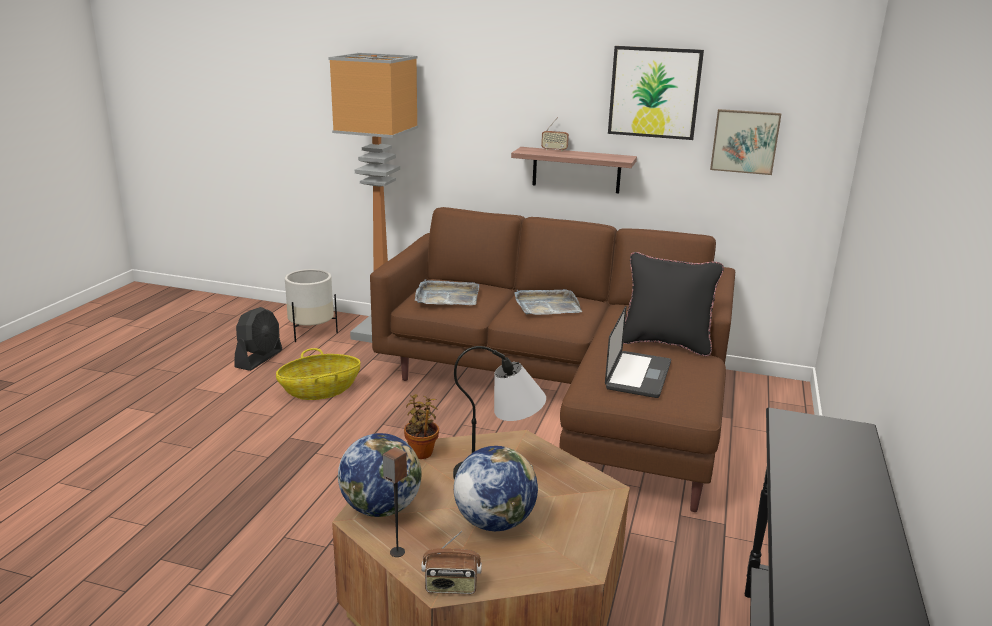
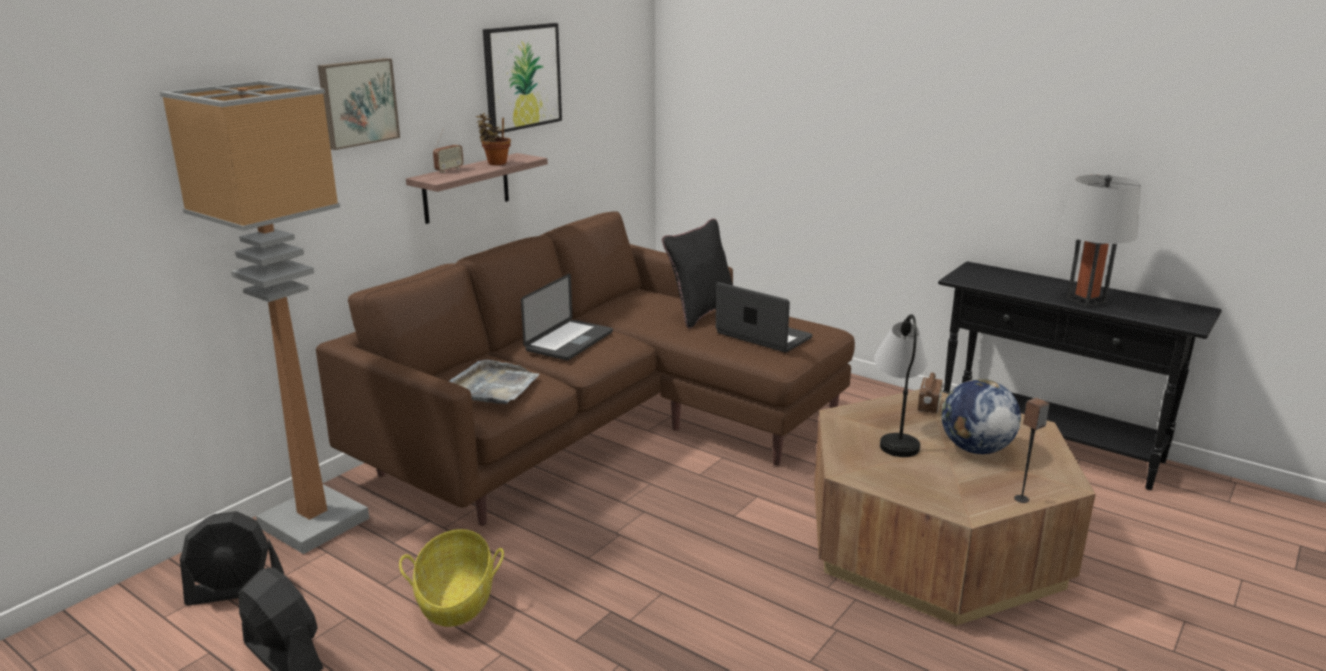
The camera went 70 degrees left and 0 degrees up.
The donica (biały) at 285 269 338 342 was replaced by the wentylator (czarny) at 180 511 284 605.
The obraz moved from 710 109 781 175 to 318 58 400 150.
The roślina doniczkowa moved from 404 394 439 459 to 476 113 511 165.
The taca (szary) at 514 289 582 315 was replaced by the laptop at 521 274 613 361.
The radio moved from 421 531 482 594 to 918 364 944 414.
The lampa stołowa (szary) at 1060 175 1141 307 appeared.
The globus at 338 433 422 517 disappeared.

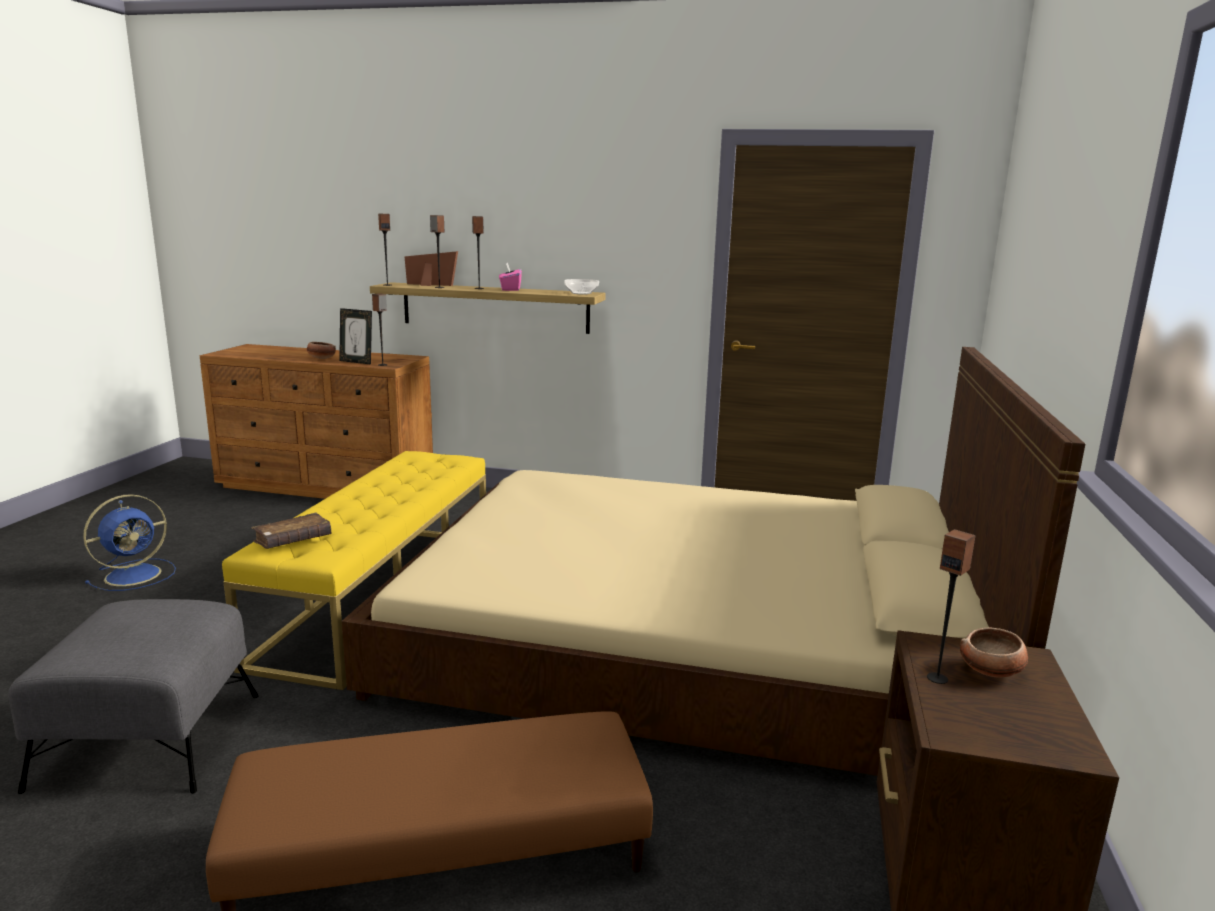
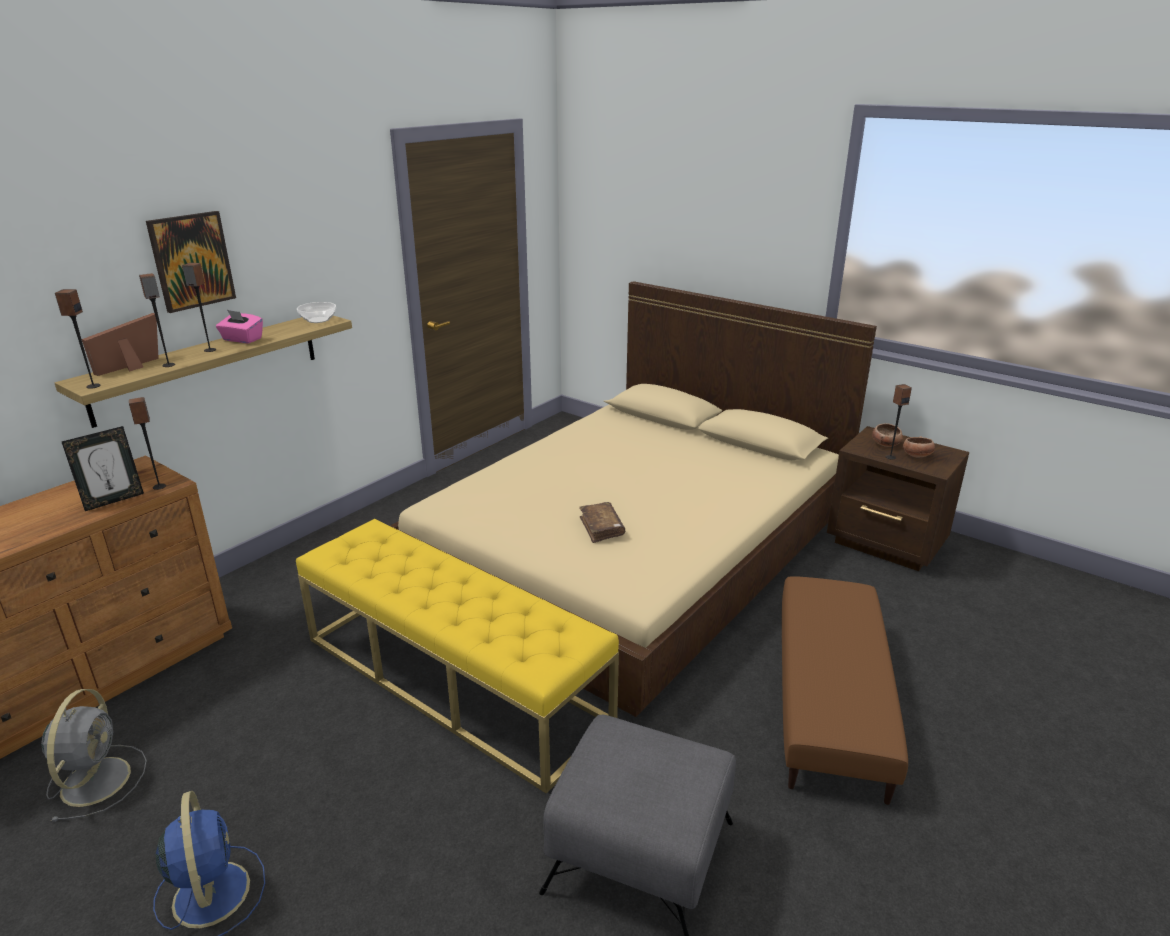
The camera went 65 degrees left and 10 degrees up.
The wentylator (szary) at 41 689 147 822 appeared.
The obraz at 146 211 236 313 appeared.
The książka (brązowy) moved from 252 512 332 549 to 579 502 625 543.
The miska moved from 307 342 336 359 to 903 436 935 458.

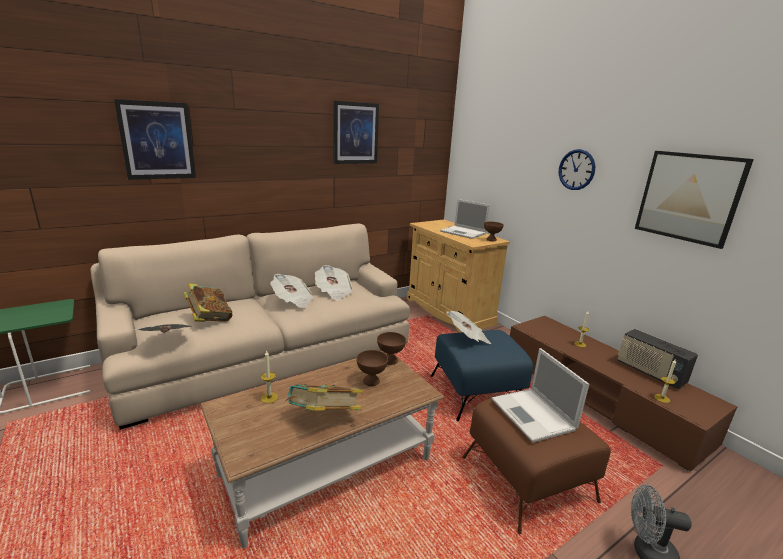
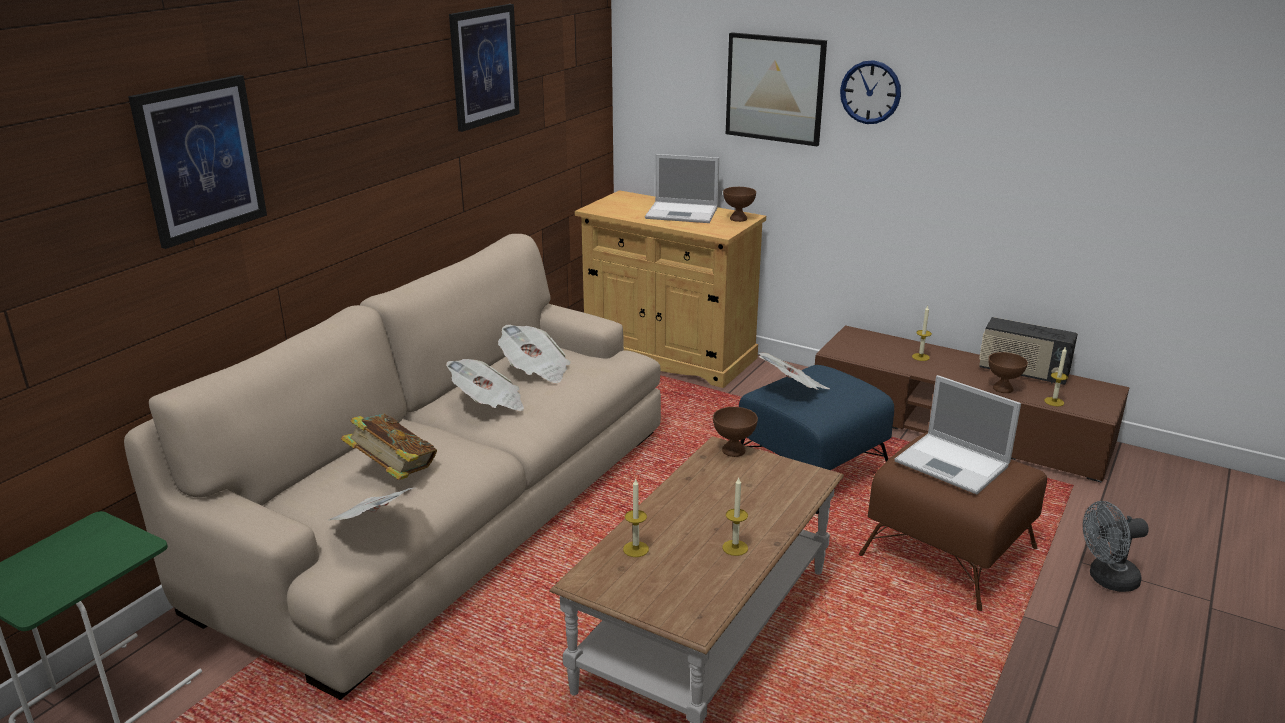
The camera went 25 degrees left and 5 degrees up.
The książka at 286 384 363 411 was replaced by the świeca at 722 478 748 556.
The obraz moved from 635 151 754 249 to 726 32 827 146.
The miska (brązowy) moved from 356 350 388 386 to 988 352 1028 393.

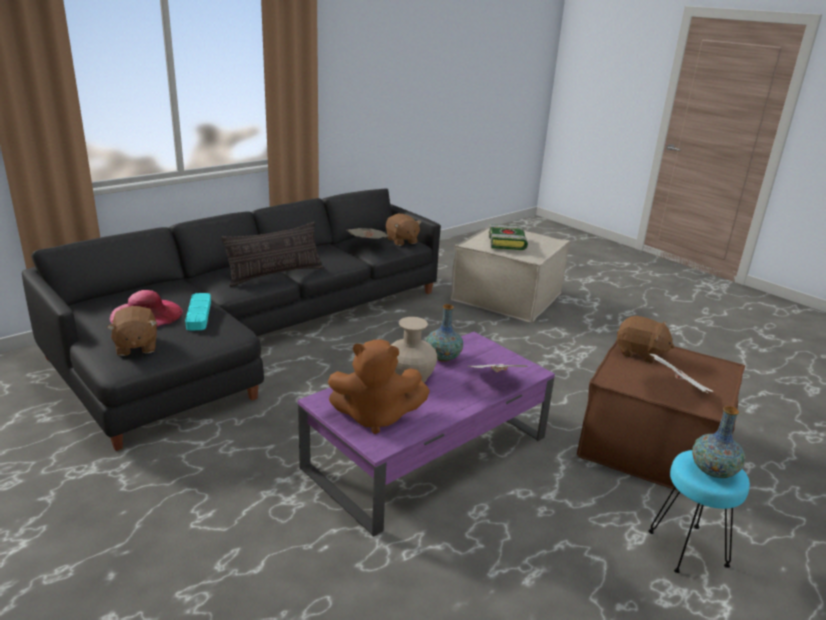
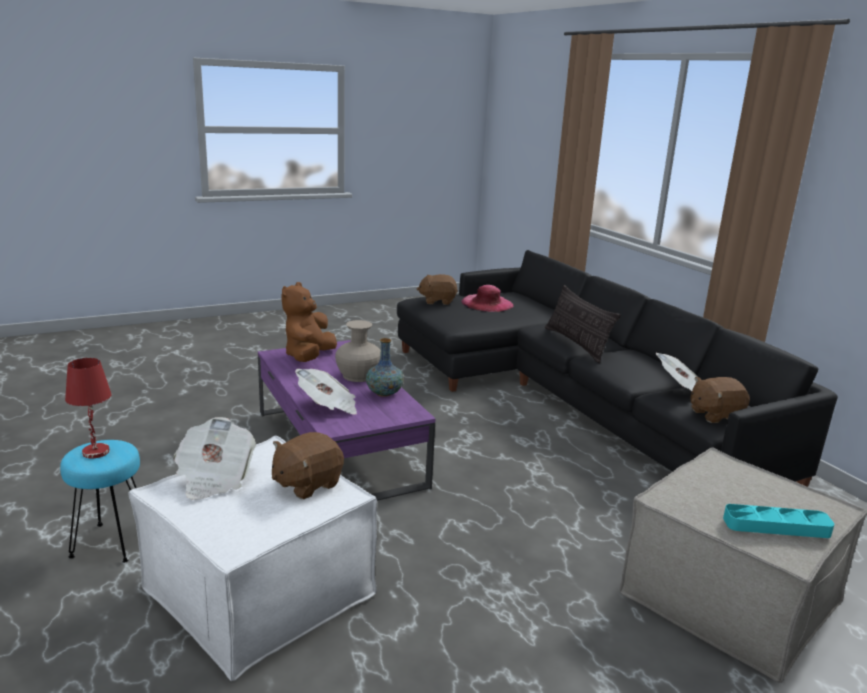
The camera went 105 degrees right and 5 degrees down.
The wazon at 692 406 745 478 was replaced by the lampa stołowa (czerwony) at 65 358 112 458.
The pufa (brązowy) at 577 340 745 491 became the pufa (biały) at 129 436 377 681.
The taca (turkusowy) moved from 185 293 211 331 to 723 504 834 538.
The książka at 489 224 528 250 disappeared.

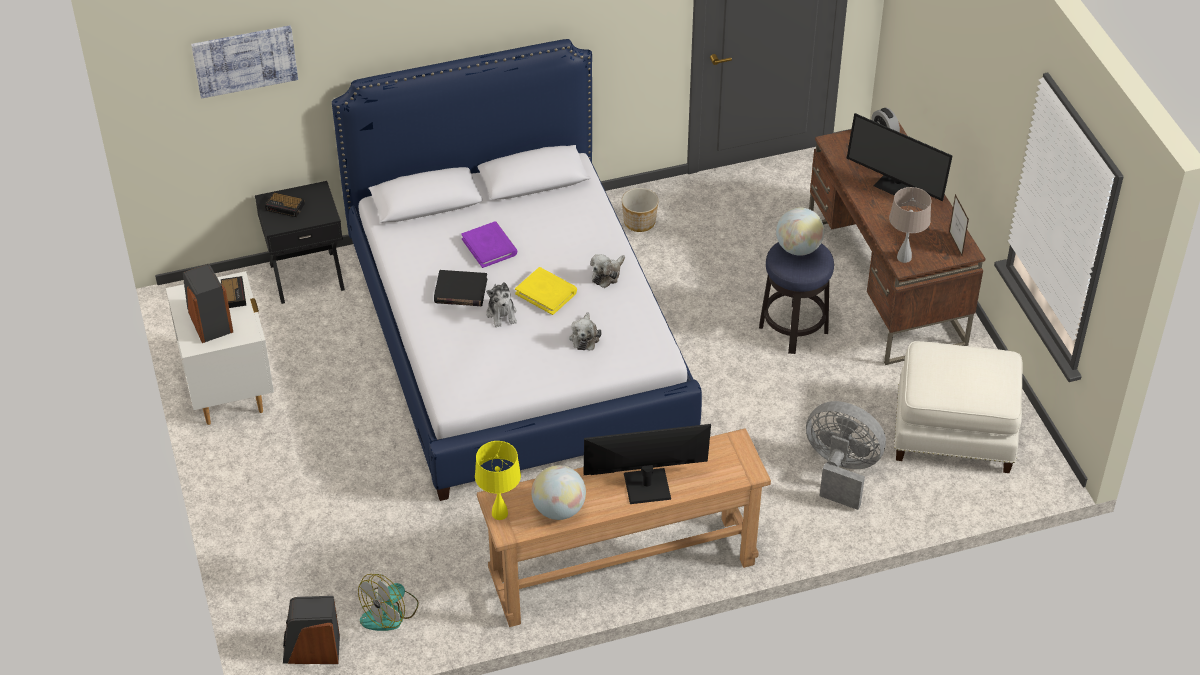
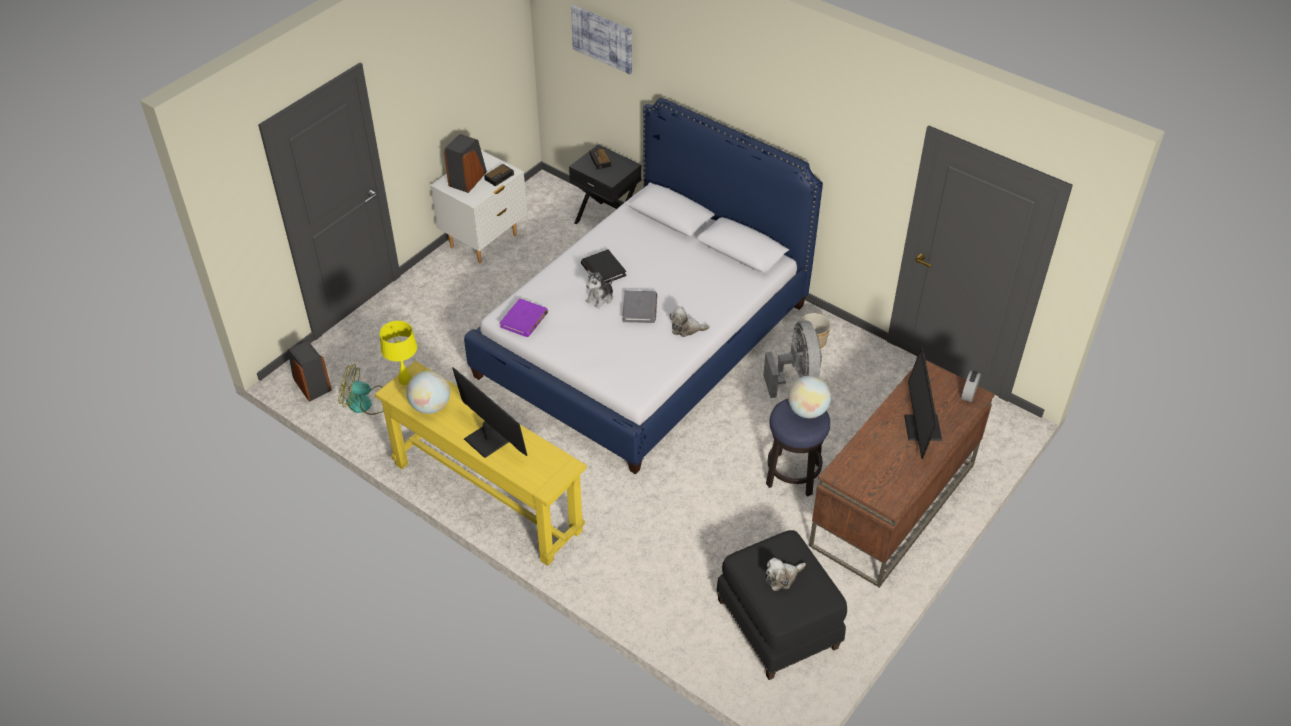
The camera went 55 degrees right and 0 degrees up.
The stolik konsolowy (brązowy) at 477 428 771 627 became the stolik konsolowy (żółty) at 375 361 587 566.
The książka (fioletowy) moved from 461 221 517 268 to 500 299 548 337.
The książka (żółty) at 515 267 577 315 became the książka (szary) at 622 290 657 323.
The pufa (biały) at 894 341 1023 473 became the pufa (czarny) at 716 530 847 680.
The wentylator (szary) moved from 806 401 886 510 to 763 321 822 398.
The pluszak moved from 569 312 602 350 to 766 558 806 591.
The lampa stołowa (beżowy) at 889 187 931 263 disappeared.
The ramka na zdjęcie at 949 194 969 256 disappeared.

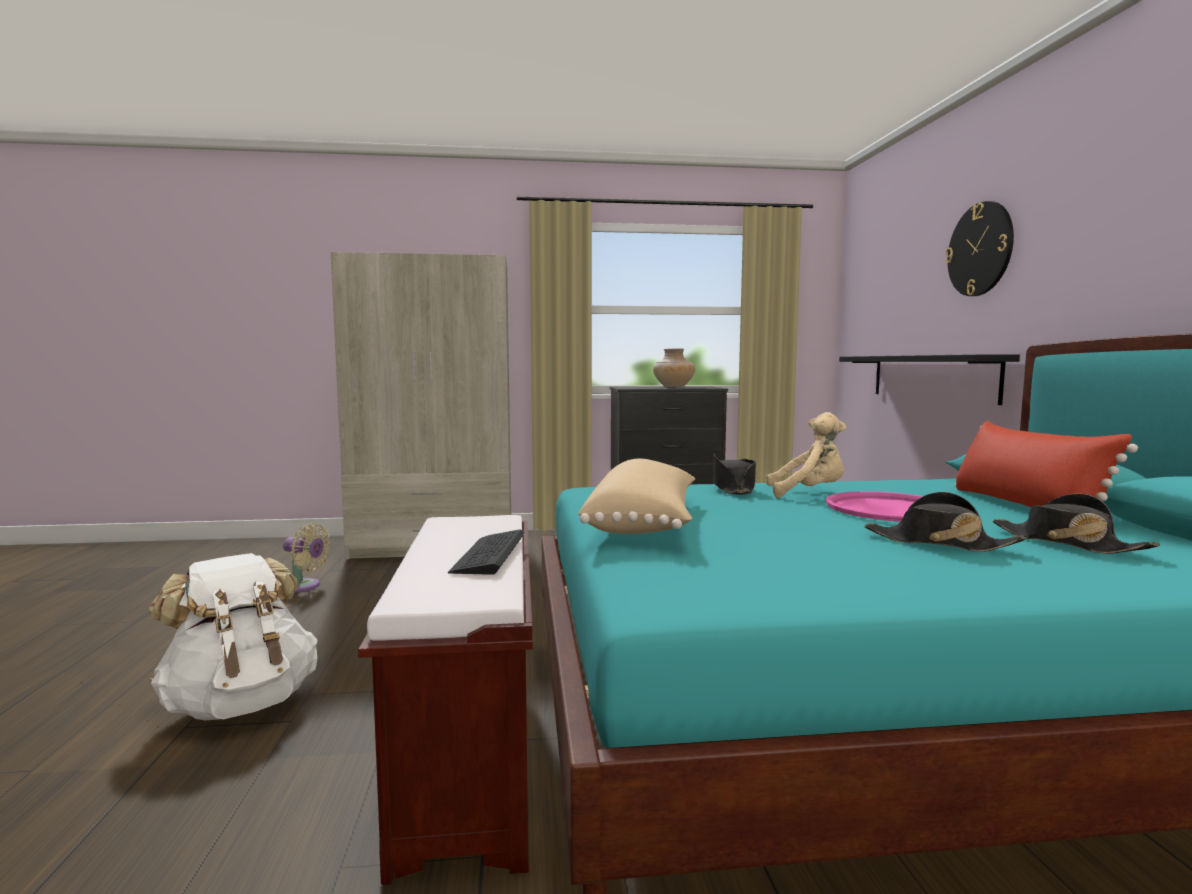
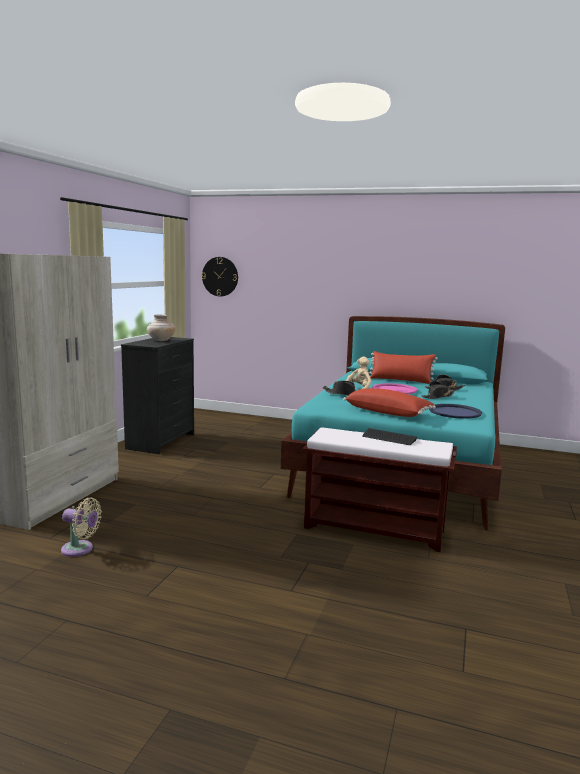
The camera went 65 degrees left and 5 degrees up.
The wentylator (beżowy) at 283 523 331 592 turned 60 degrees clockwise.
The zegar ścienny moved from 945 201 1014 296 to 202 257 238 297.
The poduszka (beżowy) at 578 459 696 534 became the poduszka (czerwony) at 343 388 436 417.
The taca (niebieski) at 429 404 482 419 appeared.
The plecak (biały) at 150 553 318 720 disappeared.
The półka (czarny) at 839 354 1020 405 disappeared.

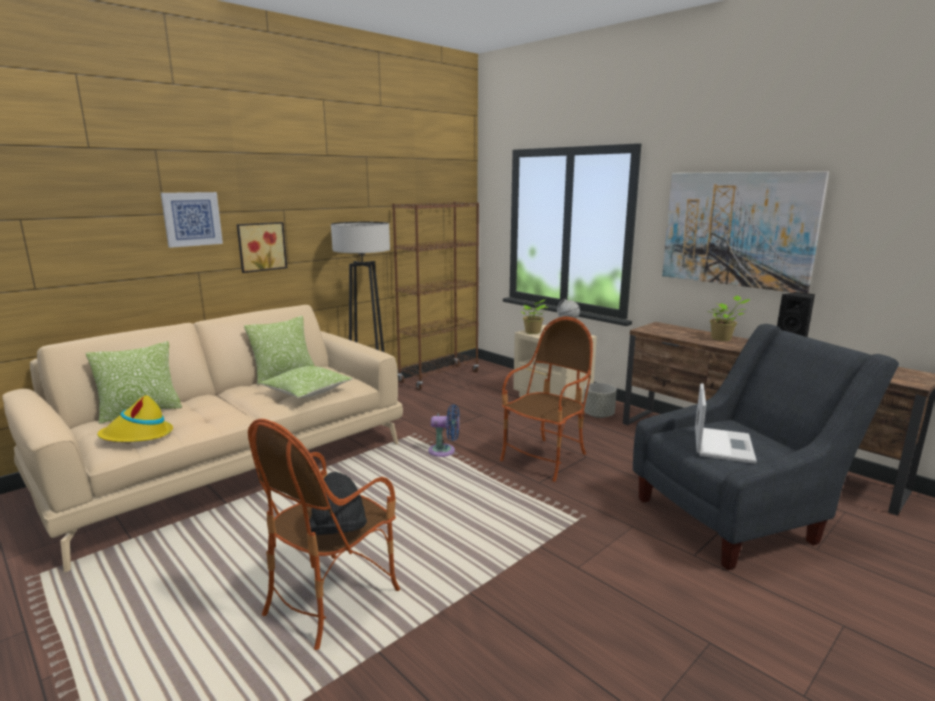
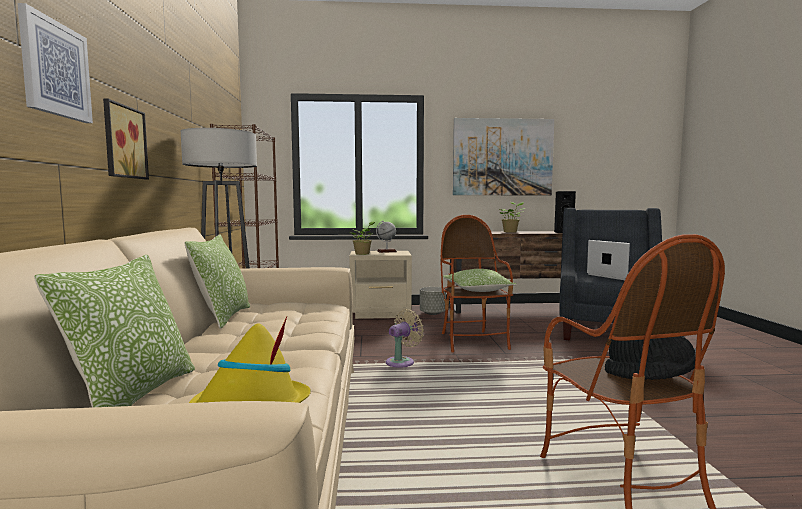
The camera went 50 degrees left and 10 degrees down.
The wentylator (niebieski) at 428 404 460 457 became the wentylator (beżowy) at 386 309 424 368.
The poduszka moved from 259 366 353 398 to 443 269 517 292.

